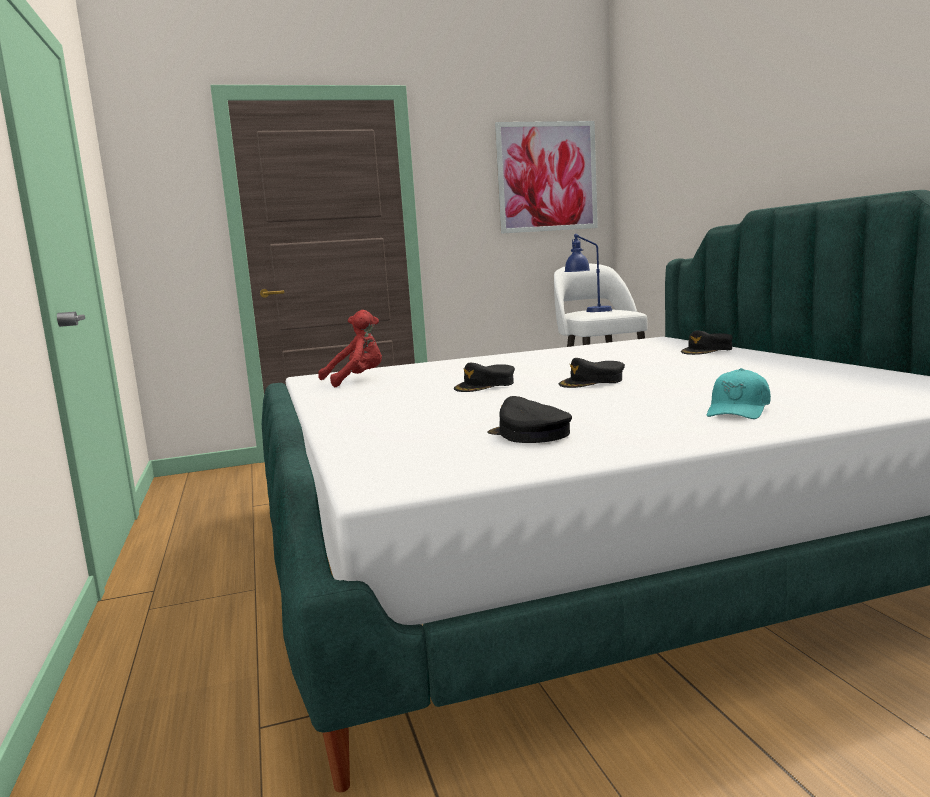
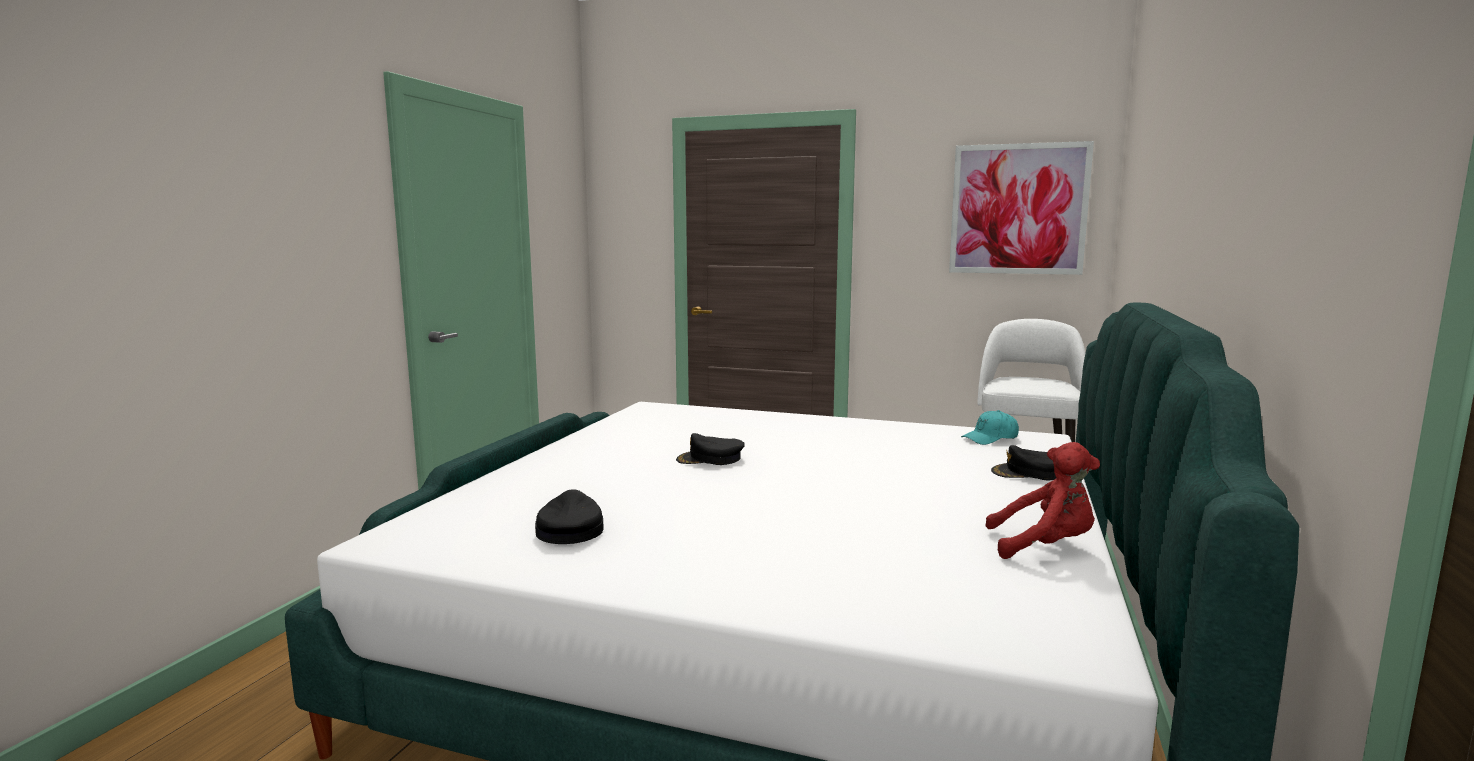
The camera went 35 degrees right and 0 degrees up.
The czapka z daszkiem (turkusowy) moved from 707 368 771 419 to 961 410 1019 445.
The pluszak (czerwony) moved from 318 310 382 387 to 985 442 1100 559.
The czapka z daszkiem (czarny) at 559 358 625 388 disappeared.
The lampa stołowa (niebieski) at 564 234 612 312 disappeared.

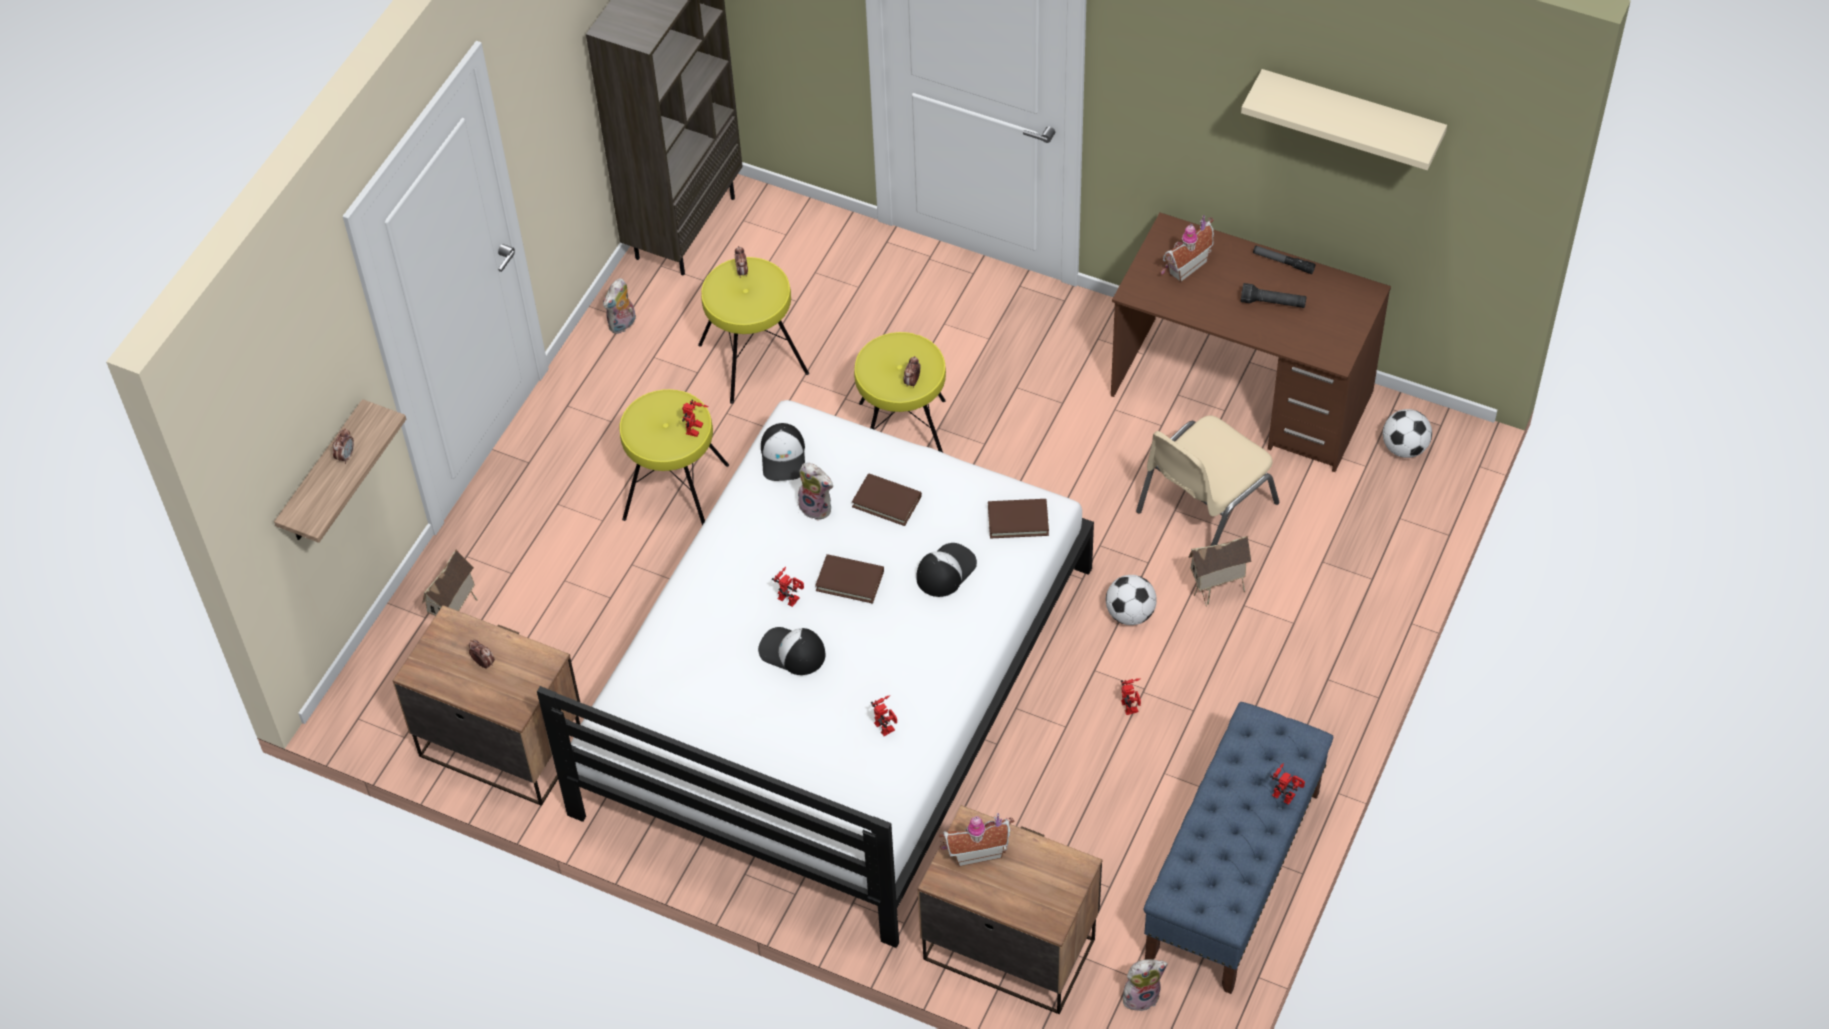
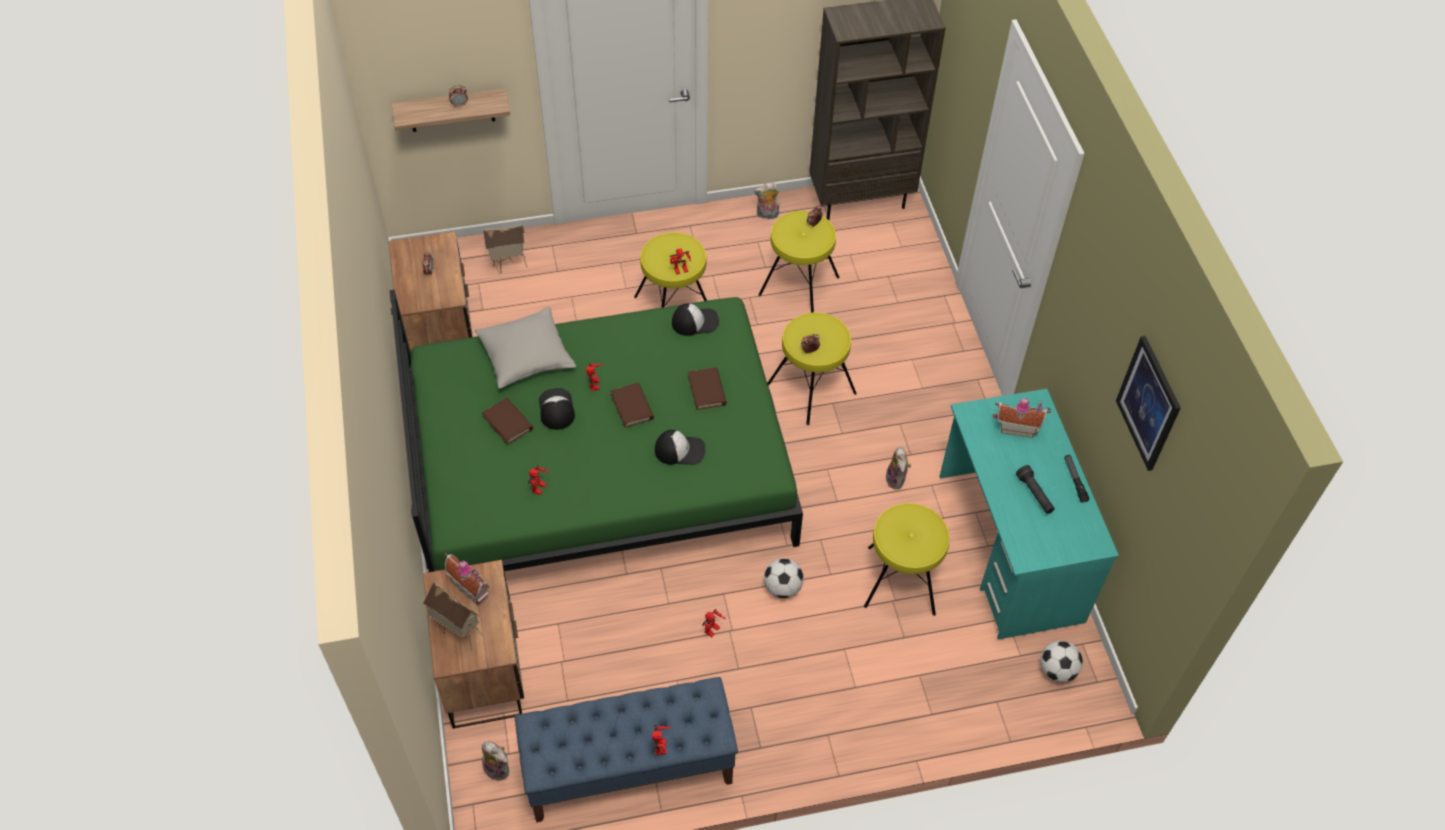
The camera went 50 degrees right and 0 degrees up.
The łóżko (biały) at 537 400 1094 948 became the łóżko (zielony) at 389 290 803 572.
The domek moved from 1189 536 1252 606 to 423 581 484 651.
The poduszka (szary) at 475 307 576 389 appeared.
The książka (brązowy) moved from 988 499 1049 538 to 482 398 533 445.
The czapka z daszkiem at 761 423 805 481 turned 150 degrees counterclockwise.
The krzesło (beżowy) at 1136 415 1279 546 was replaced by the stołek (żółty) at 864 503 949 616.
The pluszak moved from 798 463 833 520 to 885 446 911 490.
The biurko (brązowy) at 1111 213 1391 472 became the biurko (turkusowy) at 939 389 1119 640.
The półka (beżowy) at 1241 69 1447 170 was replaced by the obraz at 1116 336 1181 471.

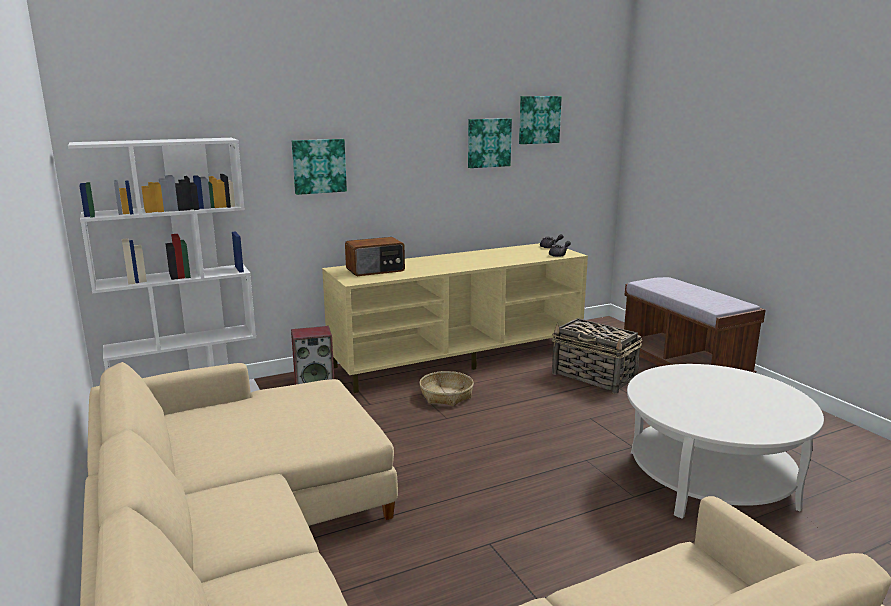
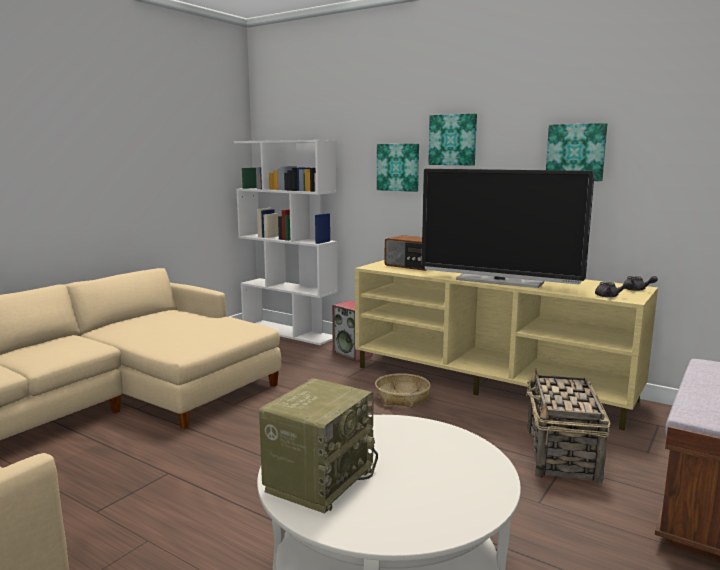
The camera went 60 degrees right and 5 degrees down.
The radio at 259 378 378 514 appeared.
The telewizor at 422 169 595 288 appeared.
The obraz moved from 519 96 562 144 to 428 113 477 165.

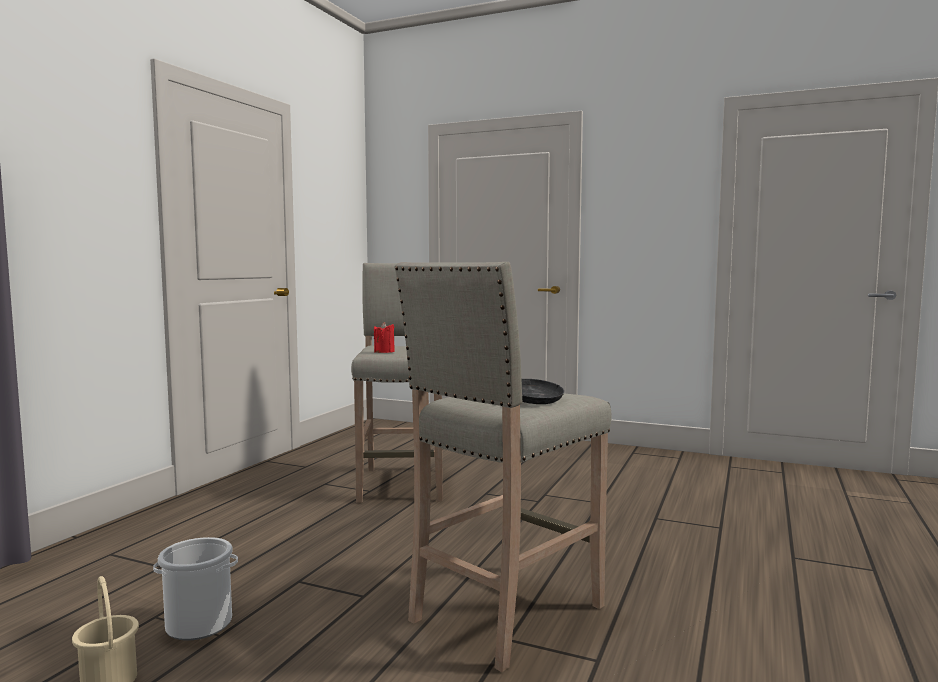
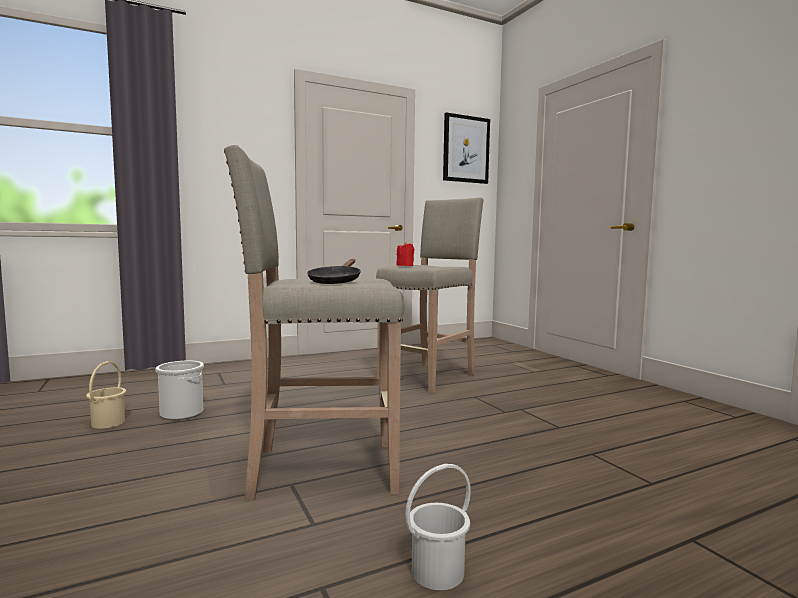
The camera went 40 degrees right and 0 degrees up.
The wiadro (biały) at 405 464 471 590 appeared.
The obraz at 443 112 490 184 appeared.

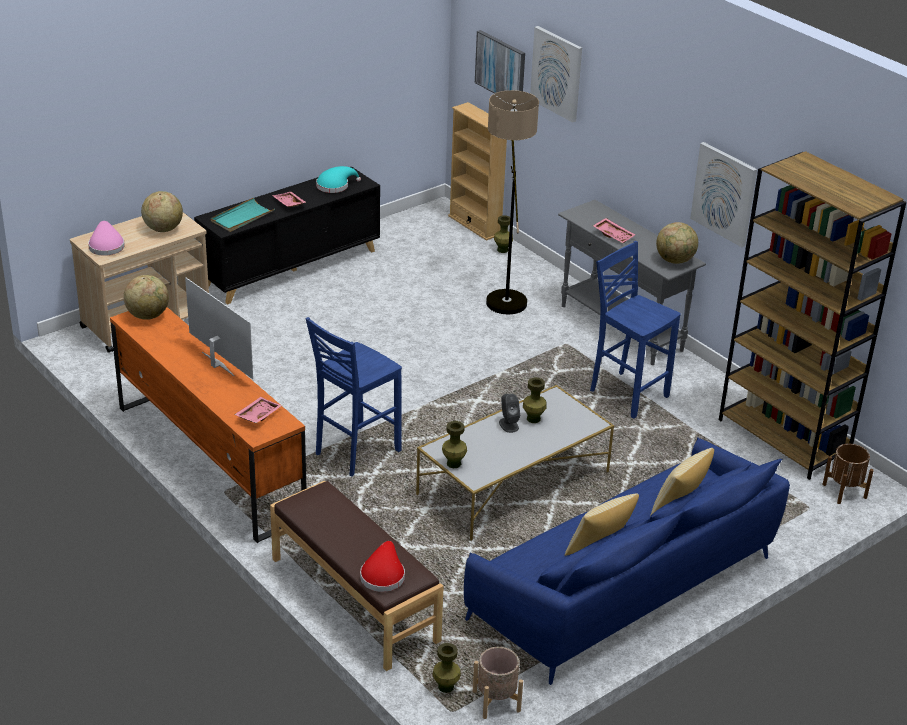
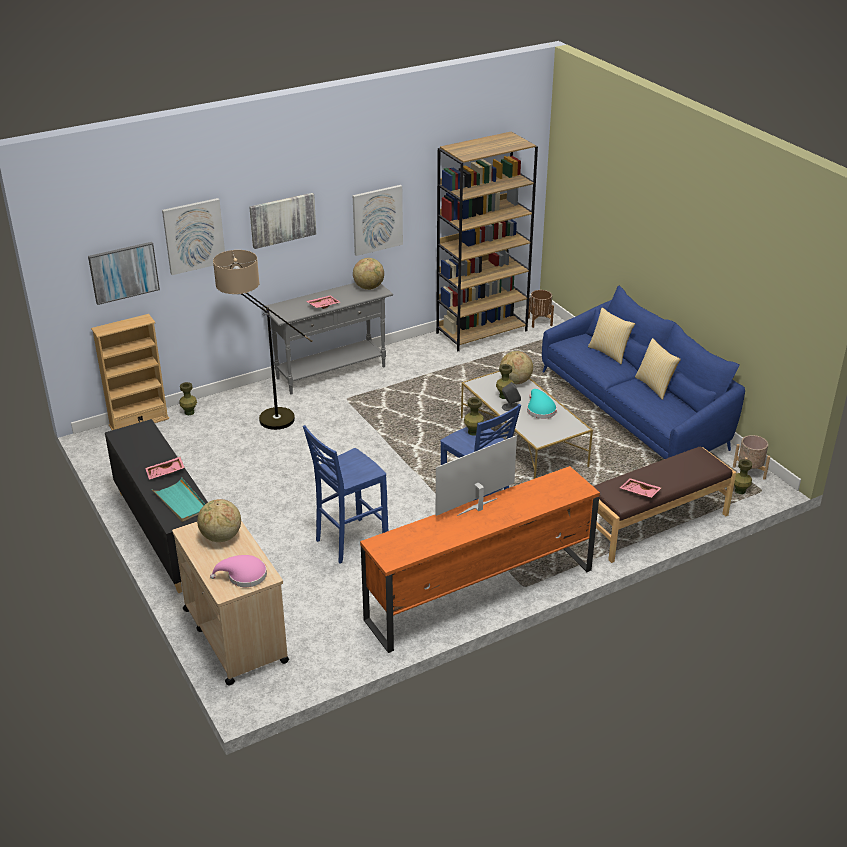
The camera went 80 degrees left and 0 degrees up.
The obraz at 249 193 316 249 appeared.
The stołek (niebieski) moved from 590 241 681 418 to 303 425 388 564.
The wazon (zielony) moved from 442 421 467 468 to 464 397 484 436.
The globus moved from 124 275 169 320 to 500 351 533 384.
The kapelusz (turkusowy) moved from 316 166 361 193 to 527 389 557 419.
The taca (różowy) moved from 234 397 282 423 to 619 478 661 498.
The kapelusz (czerwony) at 360 541 405 592 disappeared.

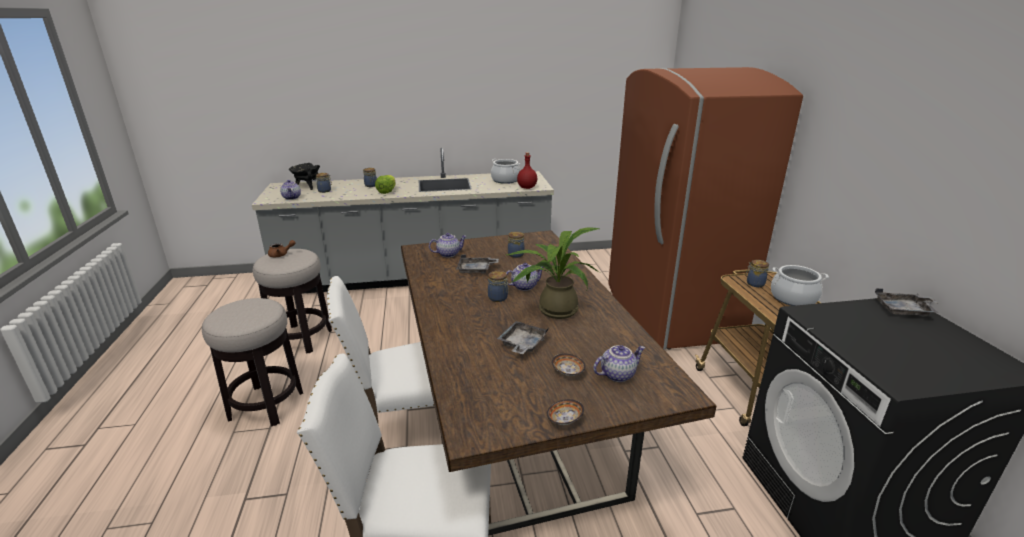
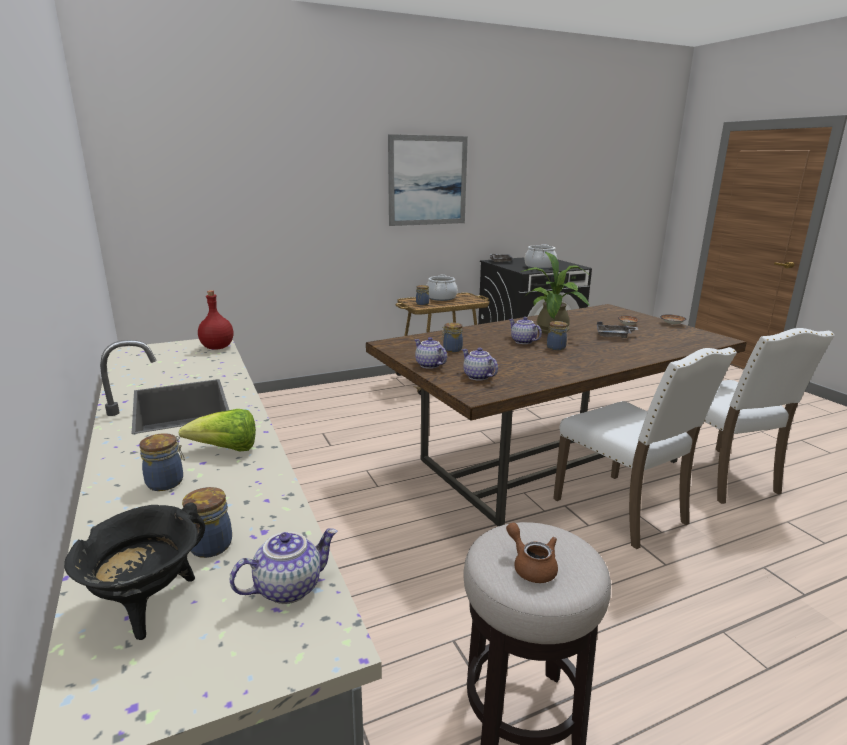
The camera went 105 degrees left and 5 degrees down.
The obraz at 388 134 468 226 appeared.
The imbryk moved from 593 345 645 382 to 414 337 447 369.
The garnek moved from 491 159 521 184 to 525 244 557 269.
The stołek at 202 298 303 426 disappeared.
The taca (szary) at 457 255 499 273 disappeared.
The lodówka (brązowy) at 608 67 803 350 disappeared.

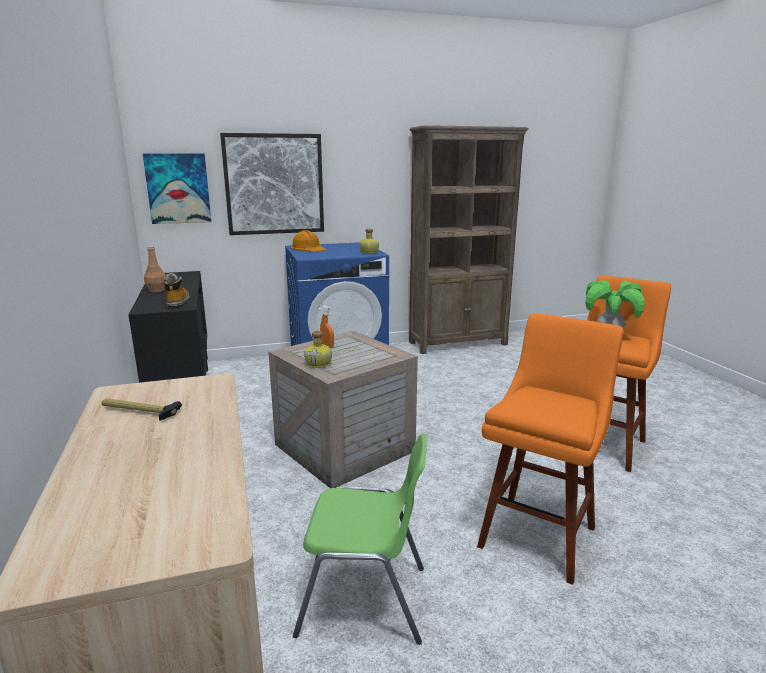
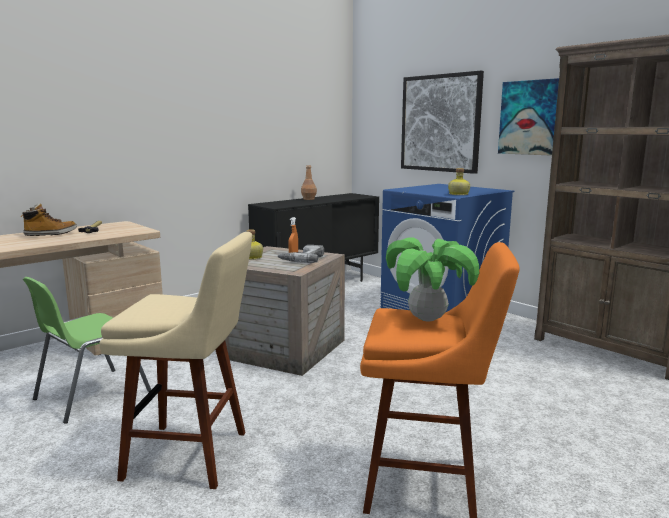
The camera went 65 degrees right and 5 degrees down.
The but z cholewką moved from 164 273 189 307 to 20 203 77 236.
The krzesło (zielony) at 293 433 426 645 turned 60 degrees clockwise.
The stołek (pomarańczowy) at 477 313 623 585 became the stołek (beżowy) at 99 232 252 489.
The wiertarka at 278 245 324 263 appeared.
The obraz moved from 143 153 211 224 to 498 78 559 156.
The kask (pomarańczowy) at 291 230 326 252 disappeared.

